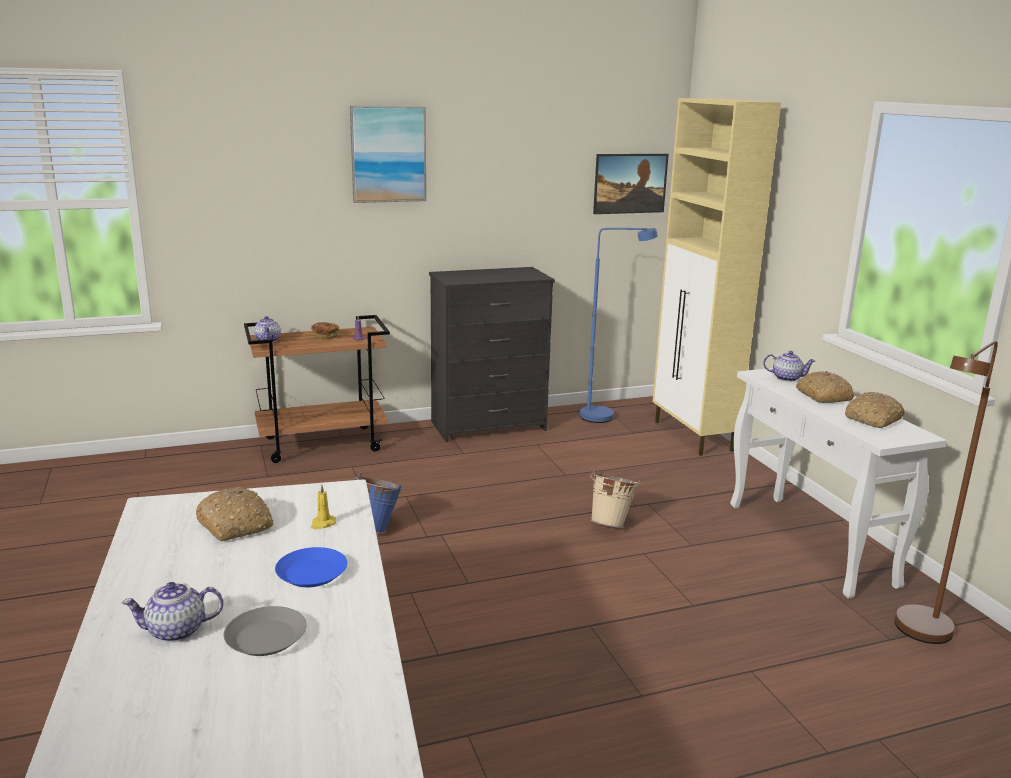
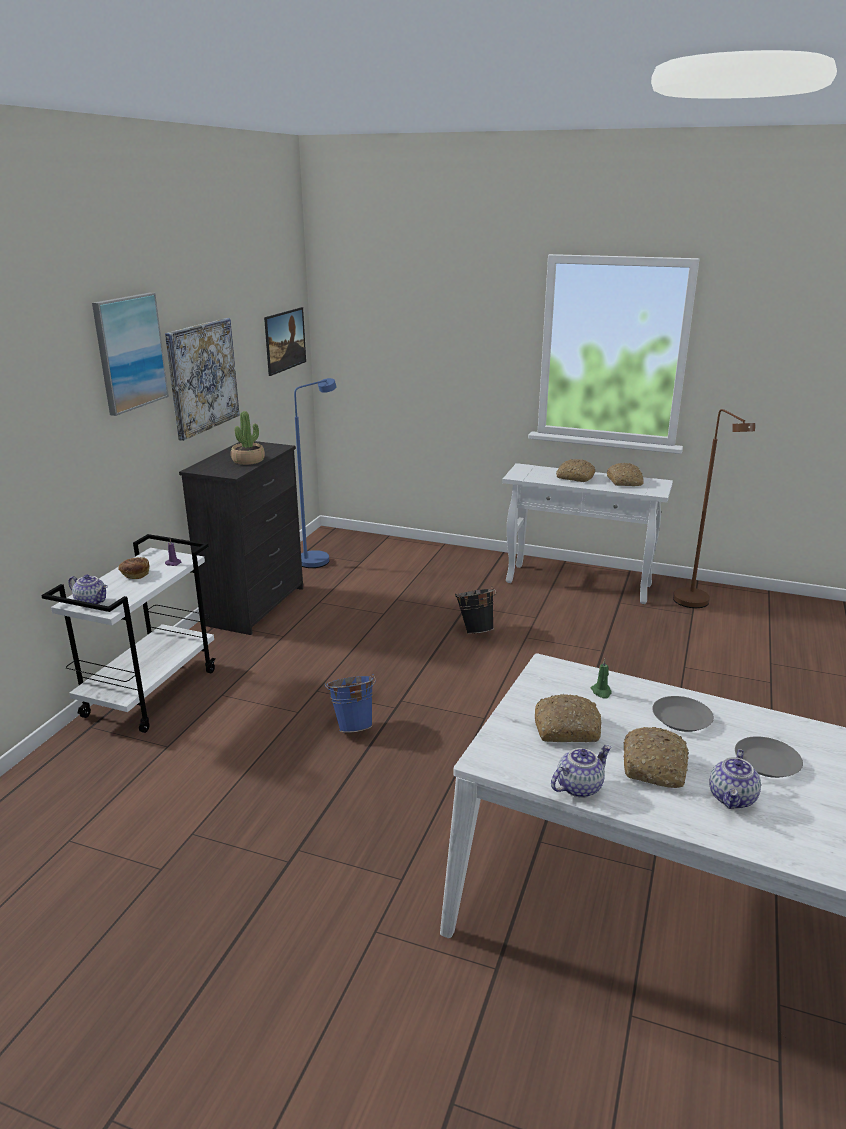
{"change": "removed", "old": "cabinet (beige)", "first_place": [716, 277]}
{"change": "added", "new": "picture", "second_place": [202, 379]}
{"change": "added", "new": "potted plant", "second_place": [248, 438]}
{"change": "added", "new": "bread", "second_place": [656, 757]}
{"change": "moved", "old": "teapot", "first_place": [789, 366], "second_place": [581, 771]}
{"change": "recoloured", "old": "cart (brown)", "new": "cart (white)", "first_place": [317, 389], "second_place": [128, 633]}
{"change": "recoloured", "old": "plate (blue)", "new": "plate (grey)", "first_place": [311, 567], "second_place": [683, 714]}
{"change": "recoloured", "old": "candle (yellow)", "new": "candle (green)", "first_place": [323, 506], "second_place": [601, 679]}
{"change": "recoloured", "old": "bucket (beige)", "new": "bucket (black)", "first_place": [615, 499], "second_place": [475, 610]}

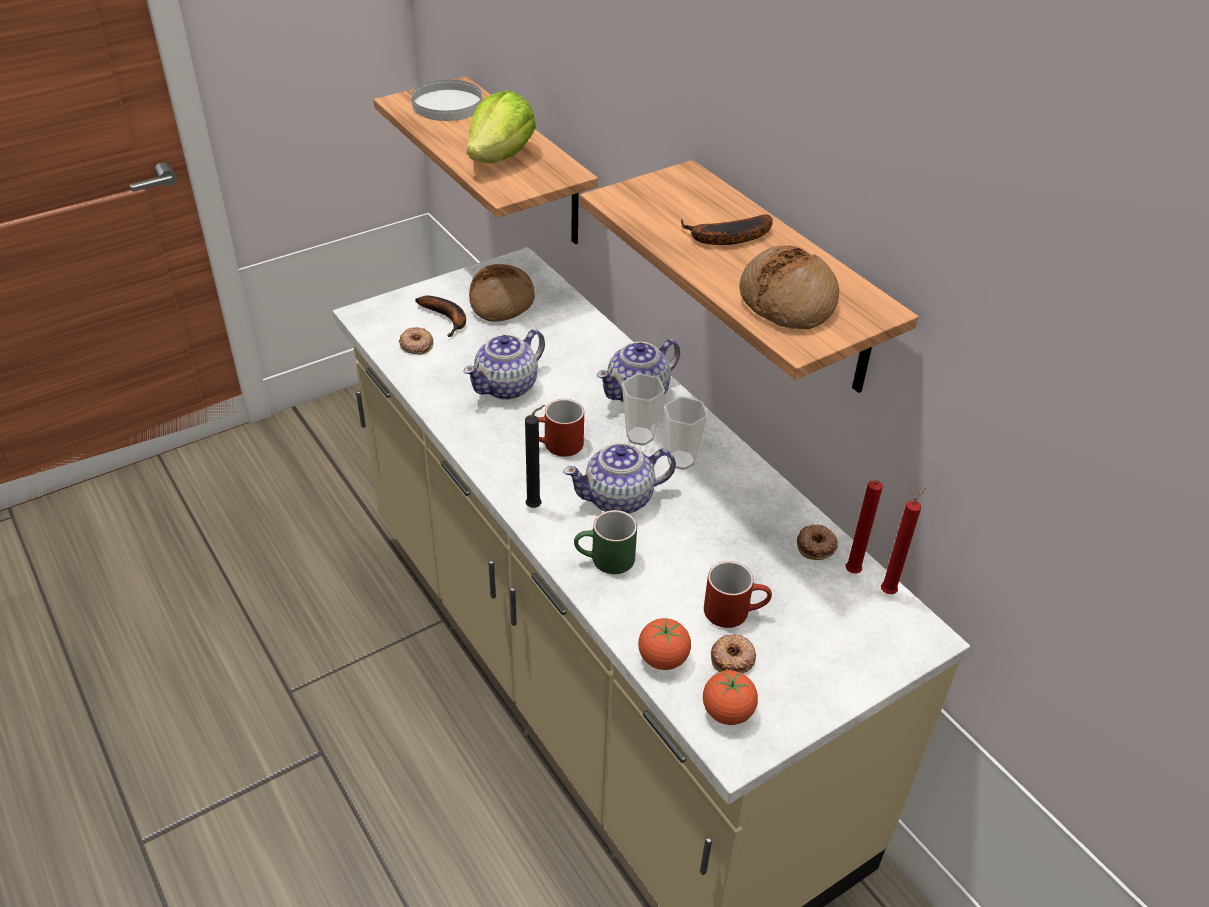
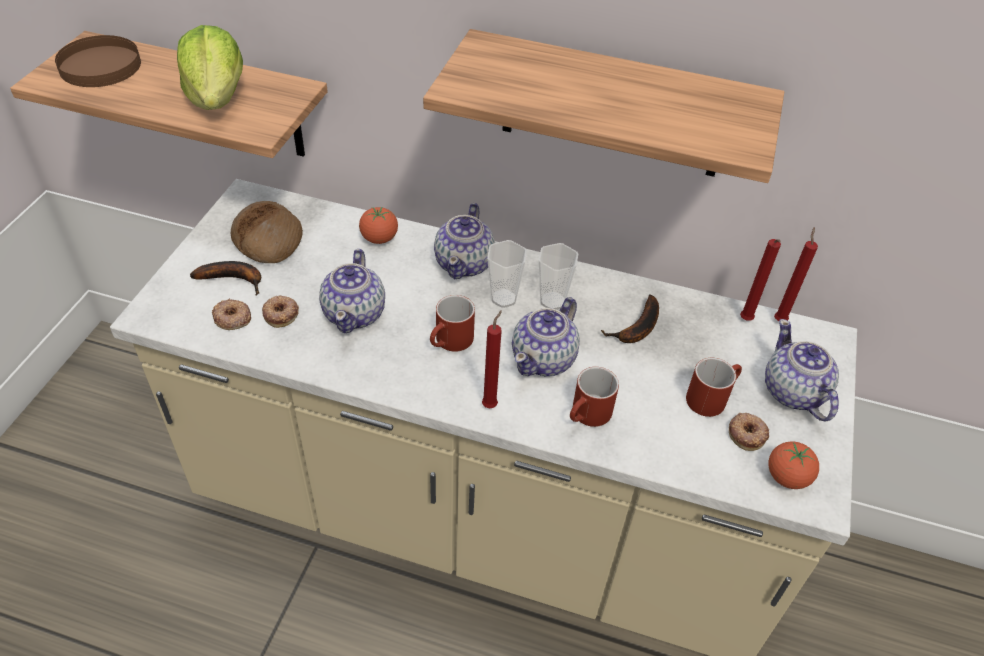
{"change": "removed", "old": "bread", "first_place": [789, 287]}
{"change": "added", "new": "teapot", "second_place": [802, 370]}
{"change": "moved", "old": "tomato", "first_place": [664, 644], "second_place": [378, 225]}
{"change": "moved", "old": "banana", "first_place": [727, 229], "second_place": [630, 319]}
{"change": "moved", "old": "donut", "first_place": [817, 542], "second_place": [280, 311]}
{"change": "recoloured", "old": "plate (white)", "new": "plate (brown)", "first_place": [446, 100], "second_place": [98, 61]}
{"change": "recoloured", "old": "candle (black)", "new": "candle (red)", "first_place": [535, 456], "second_place": [492, 359]}
{"change": "recoloured", "old": "mug (green)", "new": "mug (red)", "first_place": [605, 542], "second_place": [594, 397]}

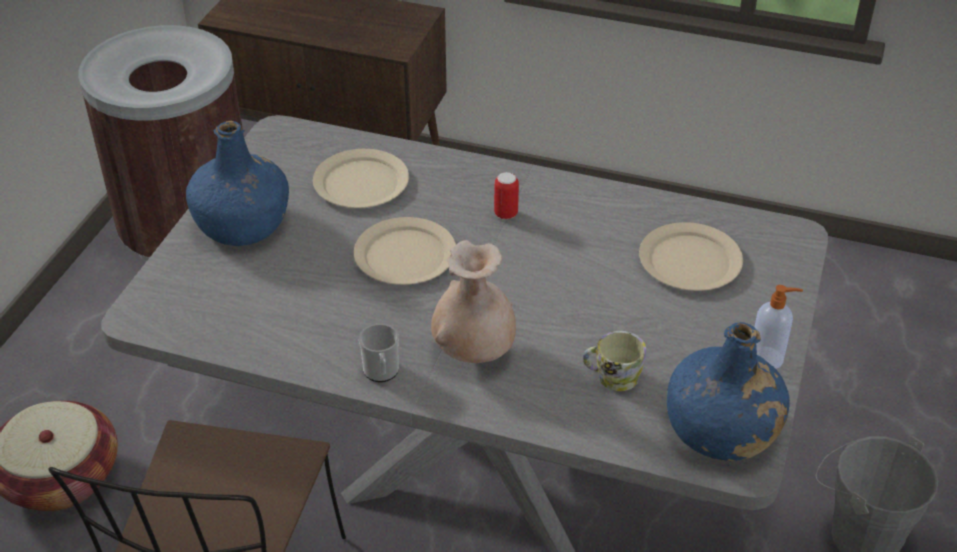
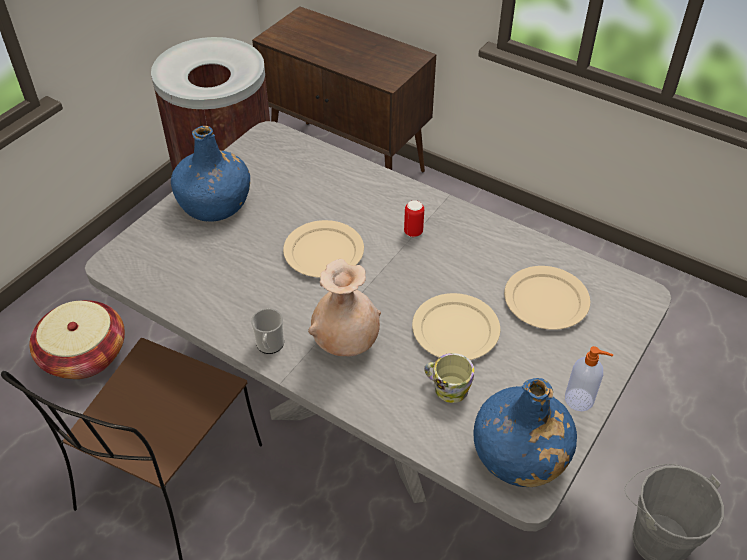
{"change": "moved", "old": "plate (beige)", "first_place": [361, 178], "second_place": [456, 326]}

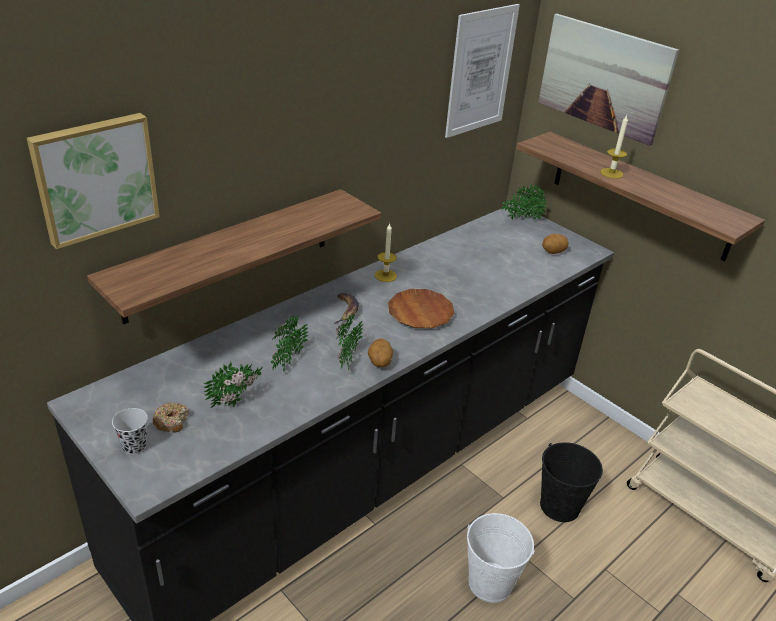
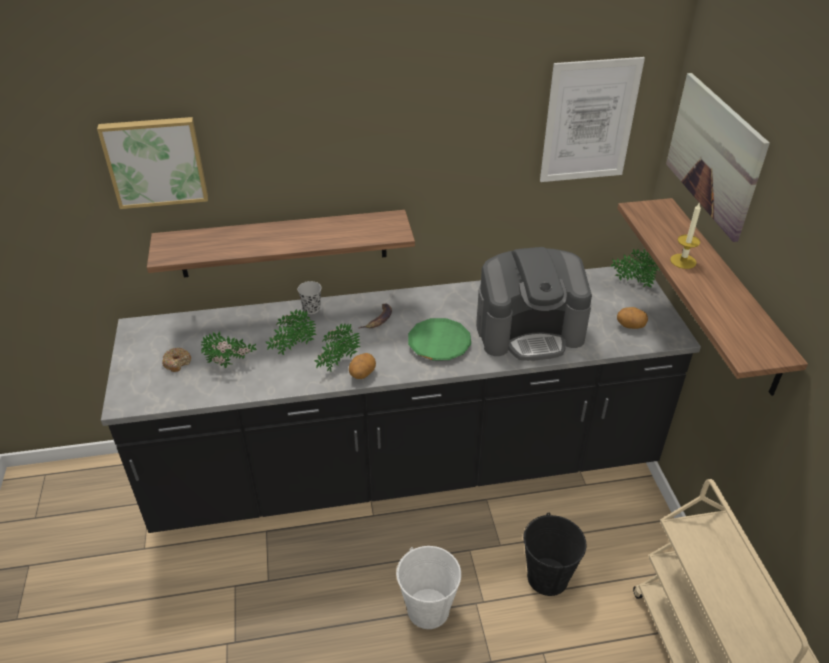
{"change": "removed", "old": "candle", "first_place": [386, 252]}
{"change": "added", "new": "coffee machine", "second_place": [534, 304]}
{"change": "moved", "old": "cup (black)", "first_place": [130, 431], "second_place": [309, 297]}
{"change": "recoloured", "old": "plate (brown)", "new": "plate (green)", "first_place": [421, 308], "second_place": [439, 339]}

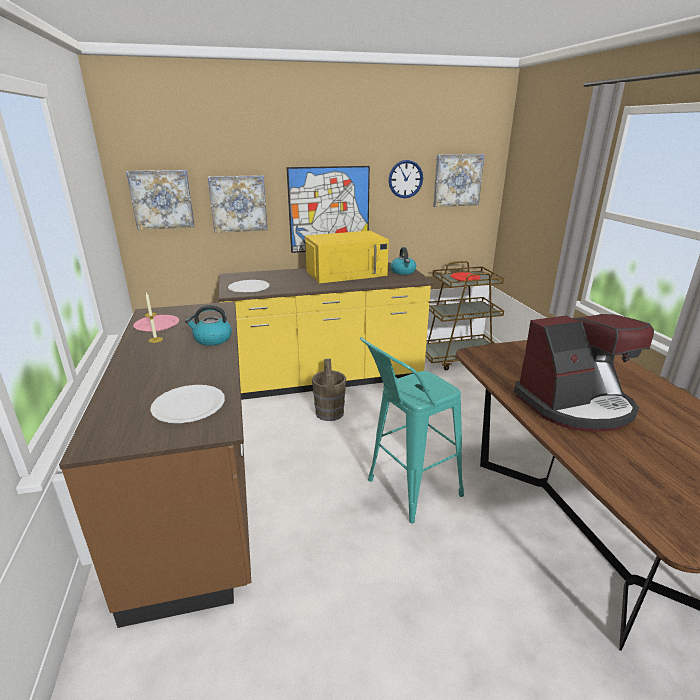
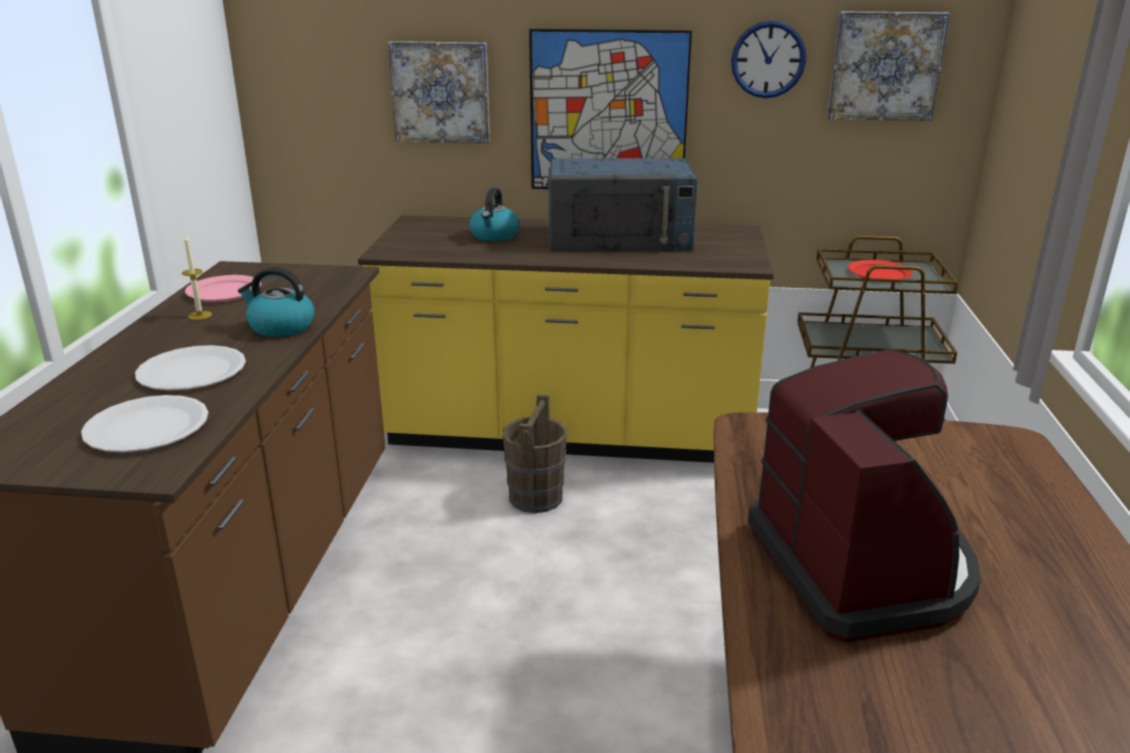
{"change": "removed", "old": "picture", "first_place": [160, 200]}
{"change": "removed", "old": "stool (turquoise)", "first_place": [412, 430]}
{"change": "moved", "old": "plate (white)", "first_place": [248, 286], "second_place": [190, 368]}
{"change": "moved", "old": "kettle", "first_place": [403, 261], "second_place": [494, 214]}
{"change": "recoloured", "old": "microwave (yellow)", "new": "microwave (blue)", "first_place": [347, 257], "second_place": [623, 204]}
{"change": "turned", "old": "coffee machine", "first_place": [584, 373], "second_place": [864, 496], "degrees": -105}

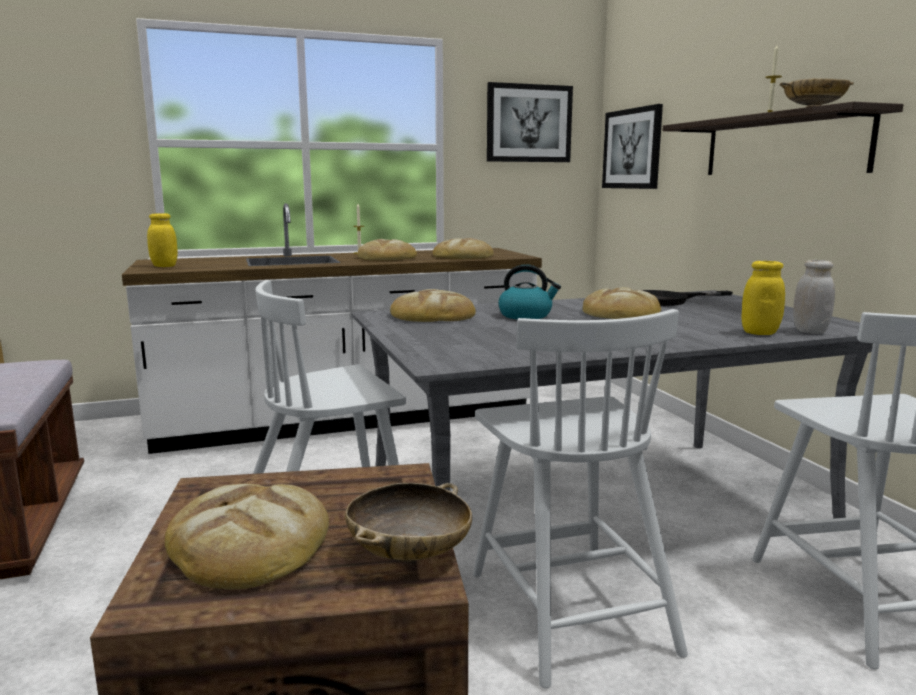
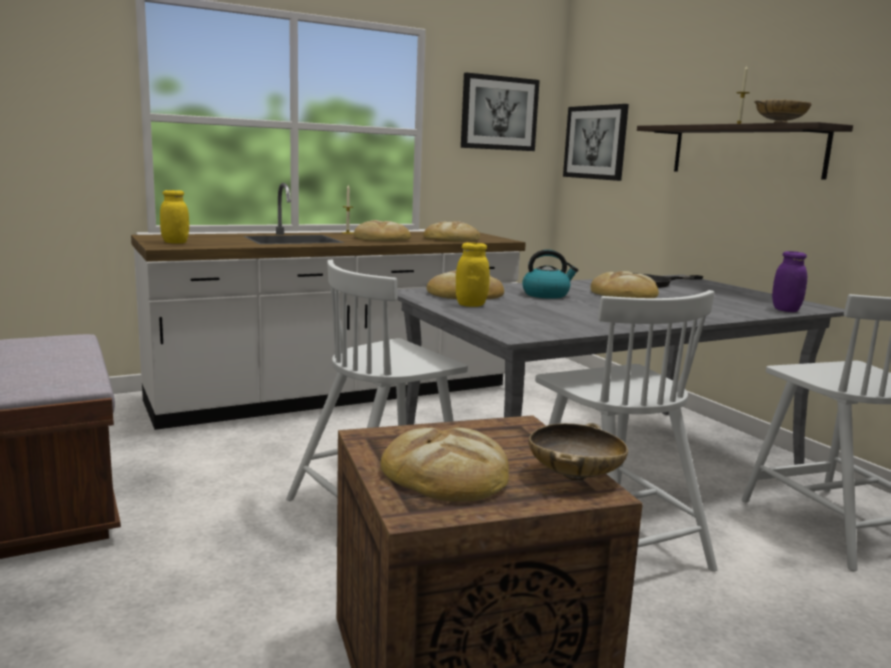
{"change": "moved", "old": "jar (yellow)", "first_place": [763, 298], "second_place": [473, 274]}
{"change": "recoloured", "old": "jar (white)", "new": "jar (purple)", "first_place": [814, 297], "second_place": [789, 281]}

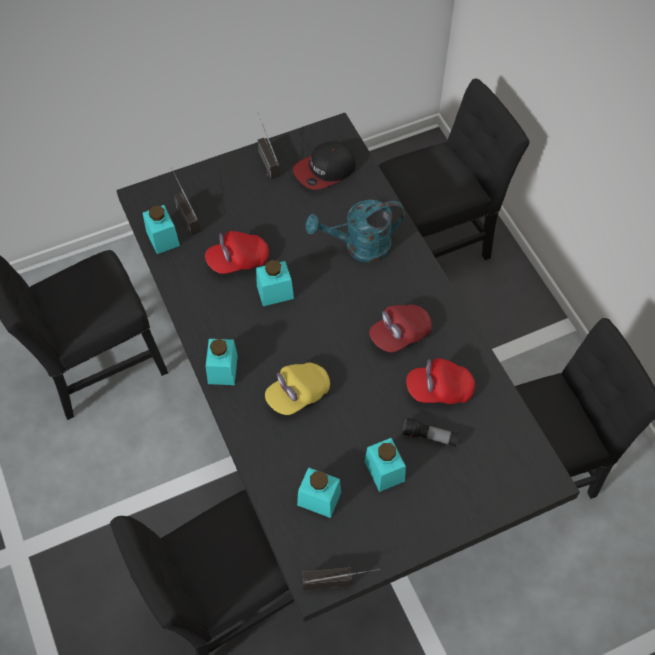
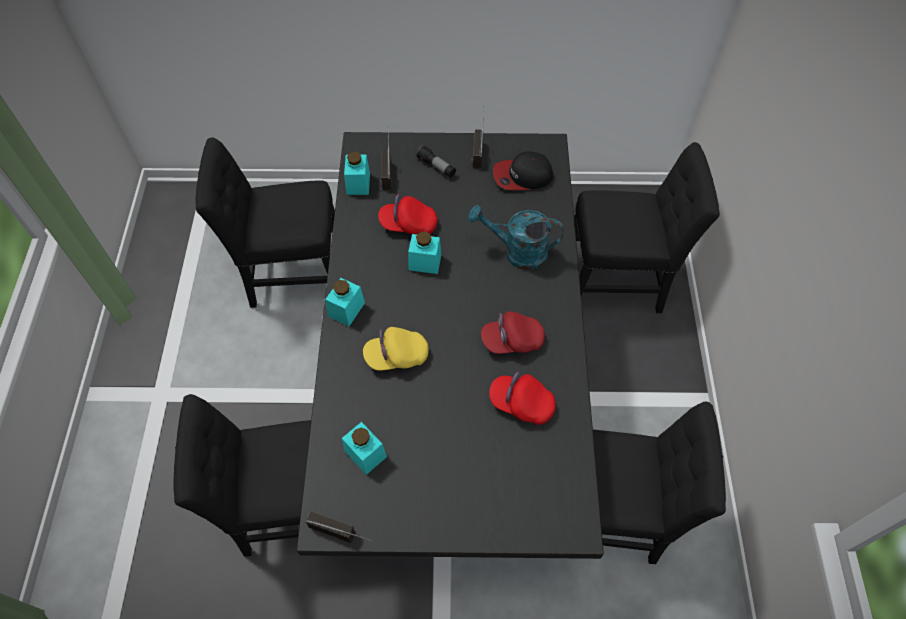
{"change": "removed", "old": "jar (turquoise)", "first_place": [385, 465]}
{"change": "moved", "old": "flashlight", "first_place": [430, 432], "second_place": [436, 161]}

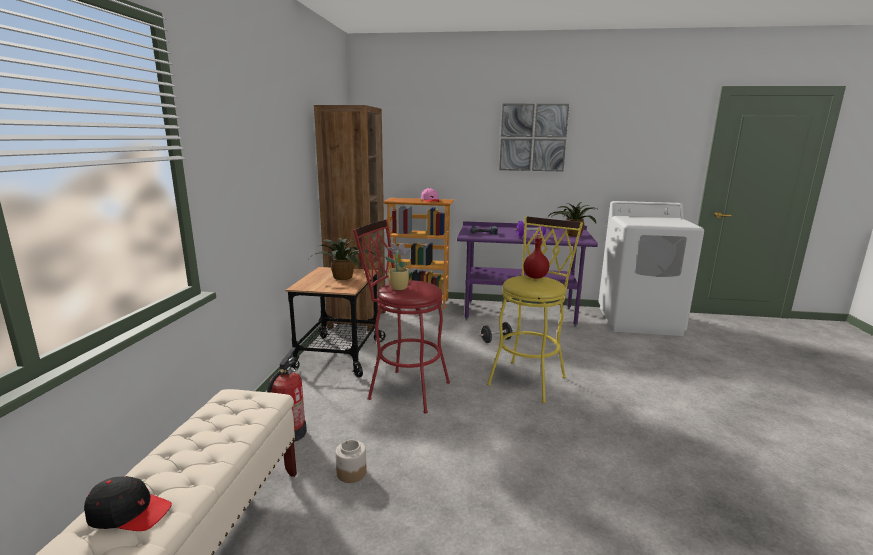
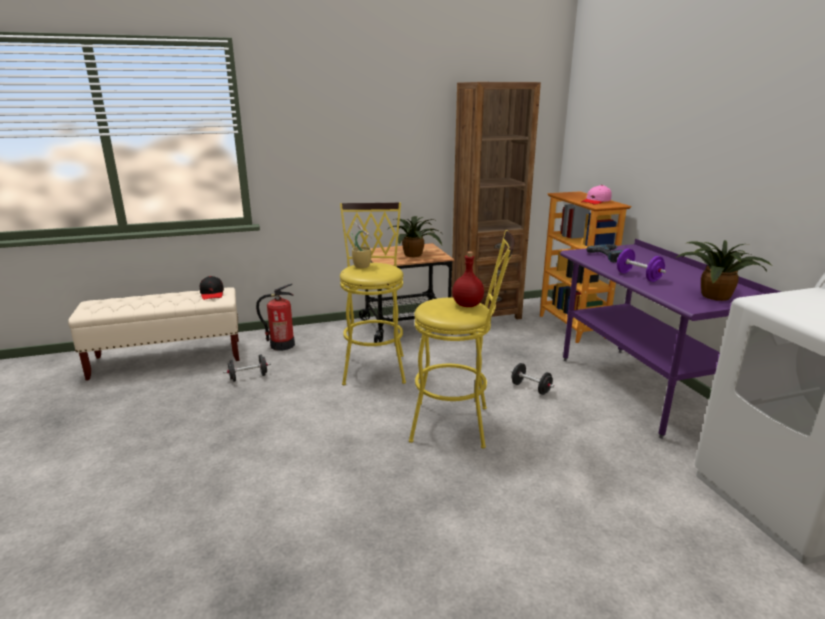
{"change": "removed", "old": "picture", "first_place": [534, 138]}
{"change": "moved", "old": "cap (black)", "first_place": [128, 503], "second_place": [212, 288]}
{"change": "replaced", "old": "jar", "new": "dumbbell (black)", "first_place": [351, 461], "second_place": [247, 368]}
{"change": "recoloured", "old": "stool (red)", "new": "stool (yellow)", "first_place": [401, 316], "second_place": [373, 294]}

